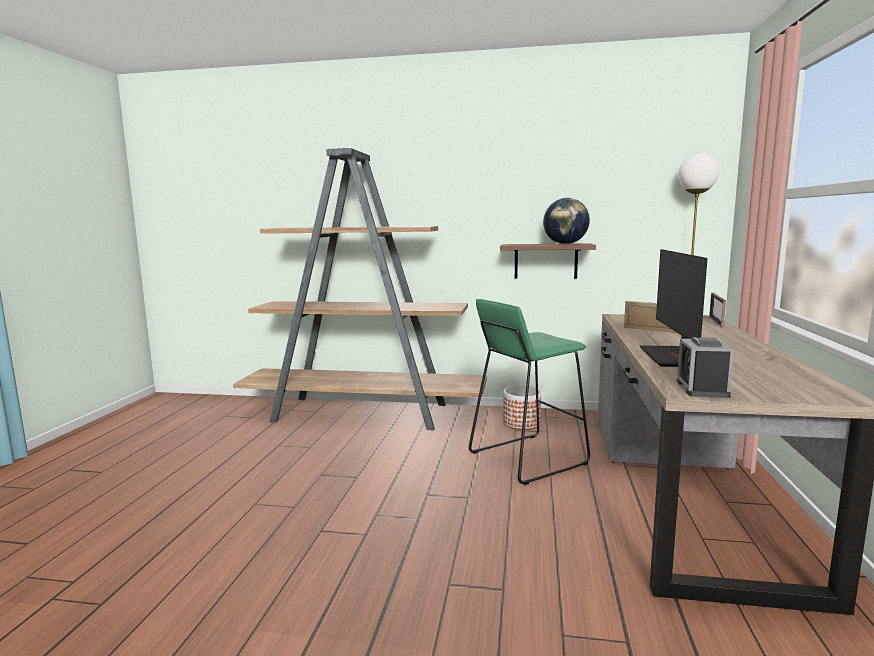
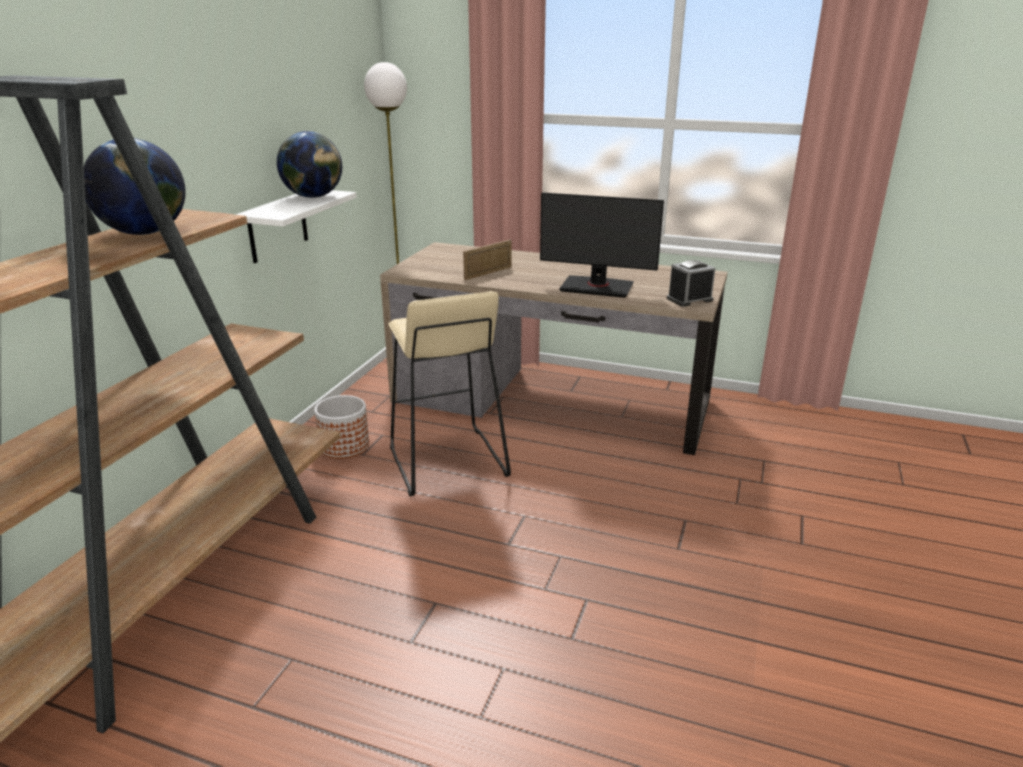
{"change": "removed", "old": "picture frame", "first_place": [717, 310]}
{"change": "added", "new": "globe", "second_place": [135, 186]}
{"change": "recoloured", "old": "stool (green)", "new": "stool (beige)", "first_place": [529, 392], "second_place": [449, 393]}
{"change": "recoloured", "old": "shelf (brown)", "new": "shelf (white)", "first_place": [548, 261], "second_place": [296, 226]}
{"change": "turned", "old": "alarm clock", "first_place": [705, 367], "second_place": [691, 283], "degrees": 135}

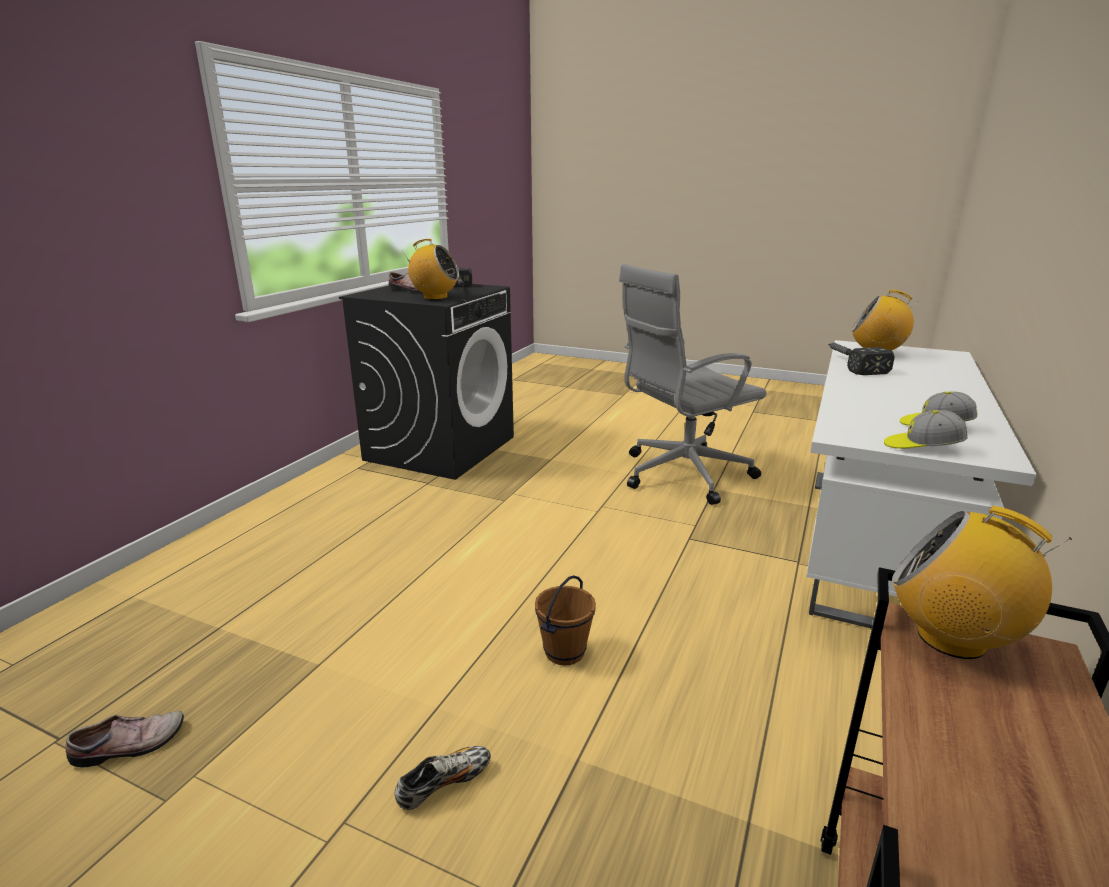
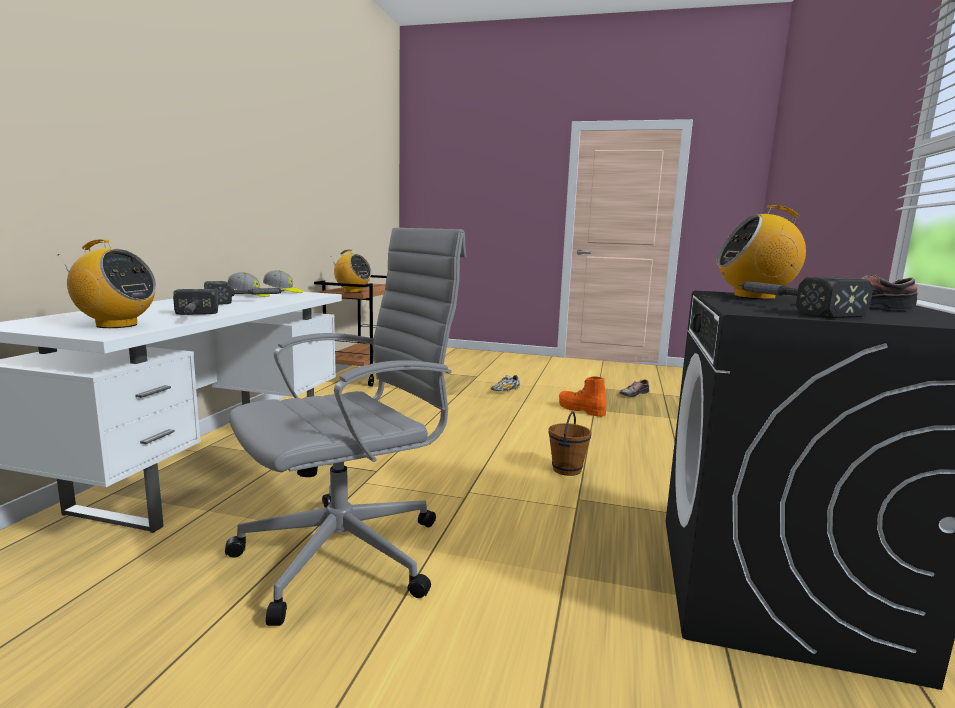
{"change": "added", "new": "hammer", "second_place": [244, 293]}
{"change": "added", "new": "boot (orange)", "second_place": [583, 396]}
{"change": "moved", "old": "bucket (brown)", "first_place": [565, 620], "second_place": [570, 443]}

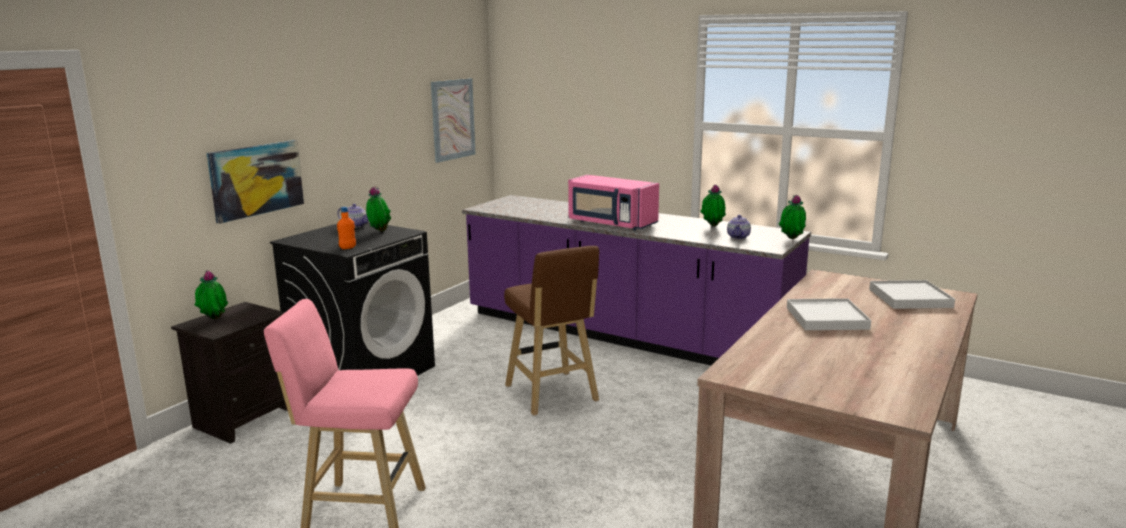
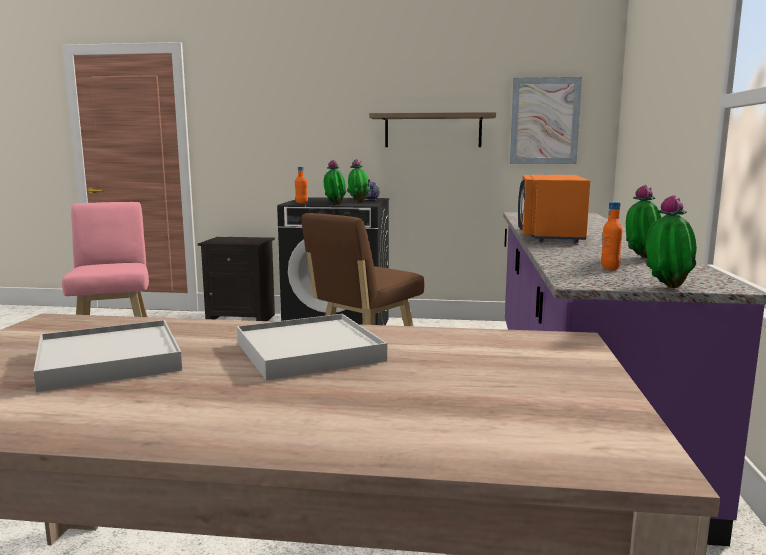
{"change": "removed", "old": "picture", "first_place": [255, 182]}
{"change": "added", "new": "shelf", "second_place": [432, 129]}
{"change": "moved", "old": "potted plant", "first_place": [211, 294], "second_place": [335, 182]}
{"change": "moved", "old": "tray (white)", "first_place": [912, 294], "second_place": [107, 356]}
{"change": "replaced", "old": "teapot", "new": "bottle (orange)", "first_place": [739, 227], "second_place": [612, 236]}
{"change": "recoloured", "old": "microwave (pink)", "new": "microwave (orange)", "first_place": [613, 202], "second_place": [554, 209]}

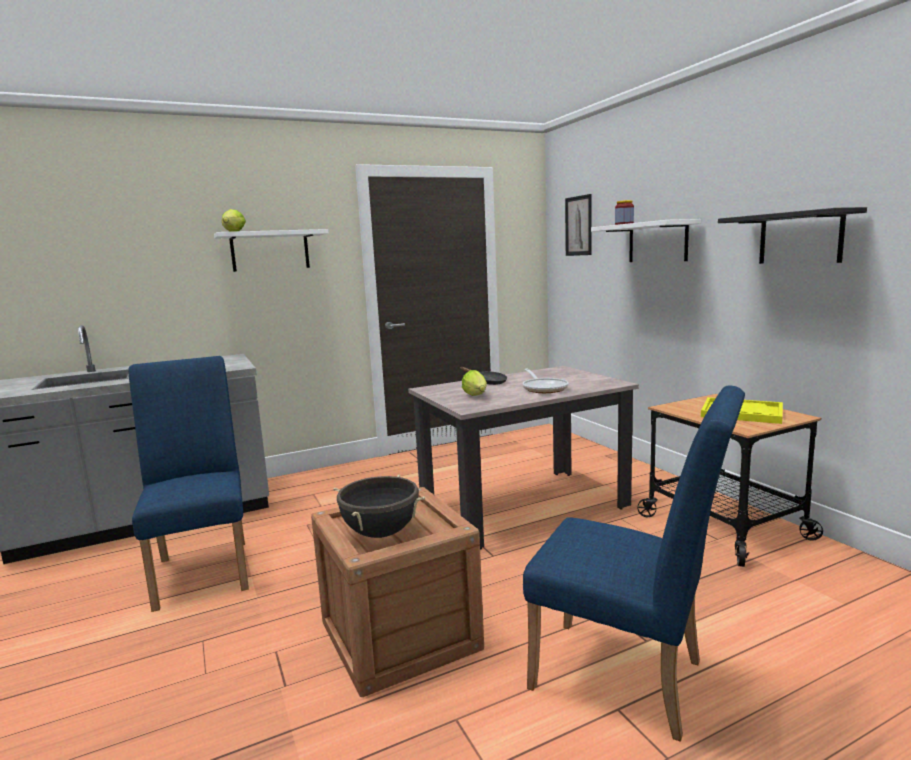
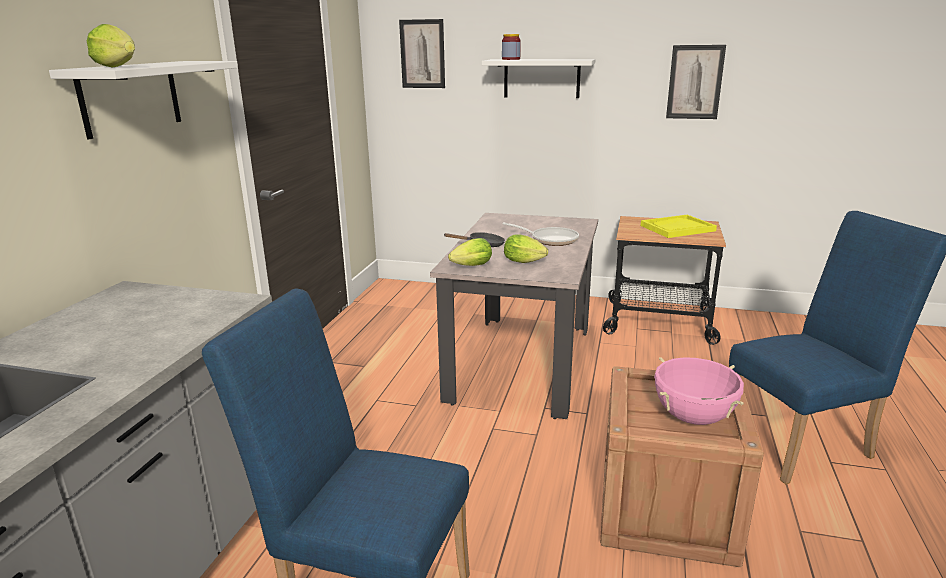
{"change": "added", "new": "lettuce", "second_place": [470, 252]}
{"change": "replaced", "old": "shelf (black)", "new": "picture", "first_place": [792, 235], "second_place": [696, 82]}
{"change": "recoloured", "old": "cooking pot (black)", "new": "cooking pot (pink)", "first_place": [379, 506], "second_place": [699, 391]}

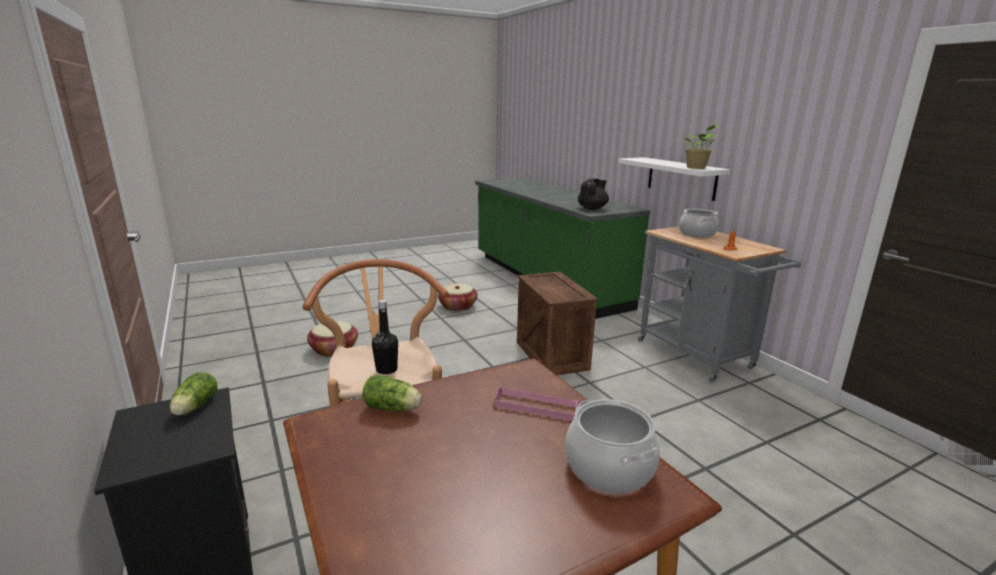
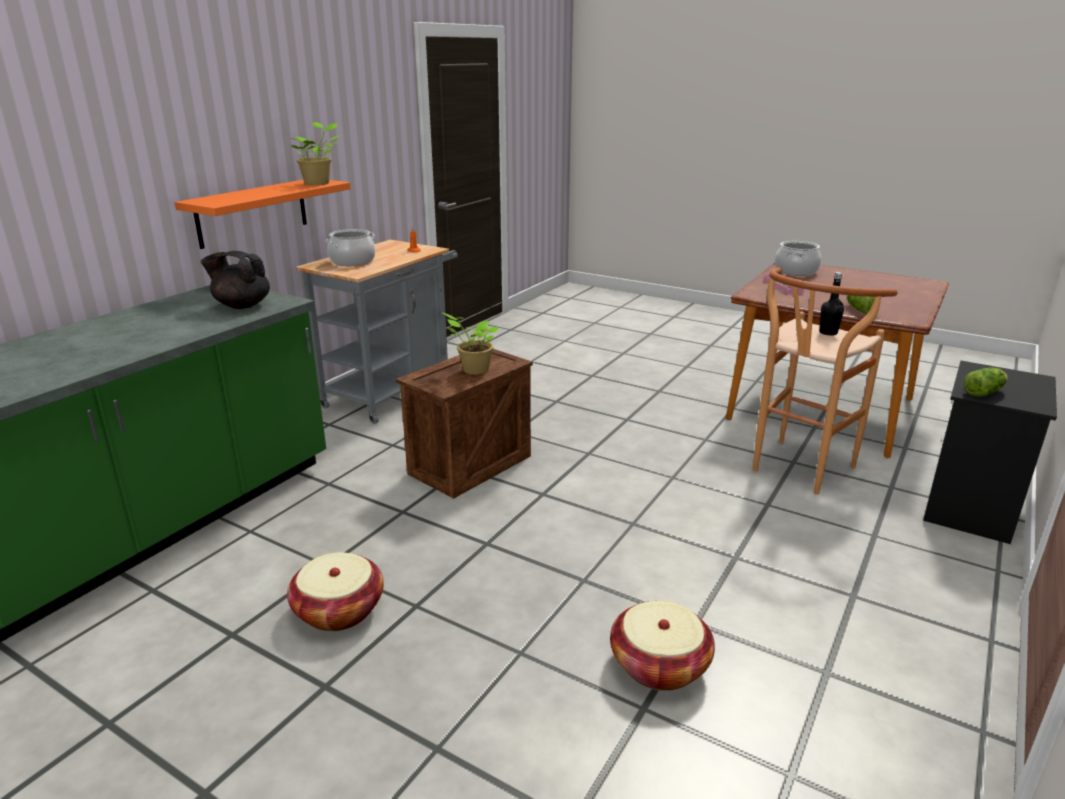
{"change": "added", "new": "potted plant", "second_place": [471, 344]}
{"change": "recoloured", "old": "shelf (white)", "new": "shelf (orange)", "first_place": [674, 179], "second_place": [262, 214]}

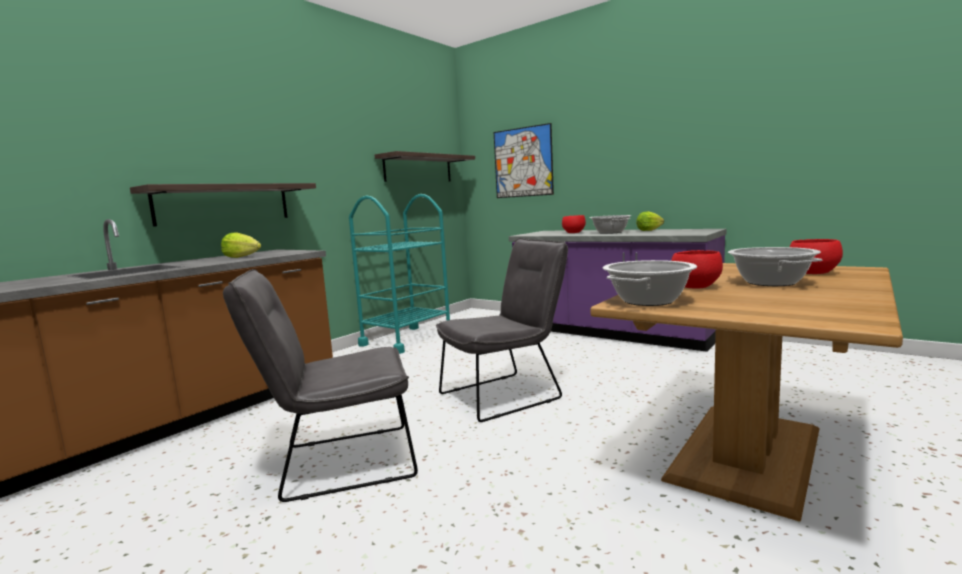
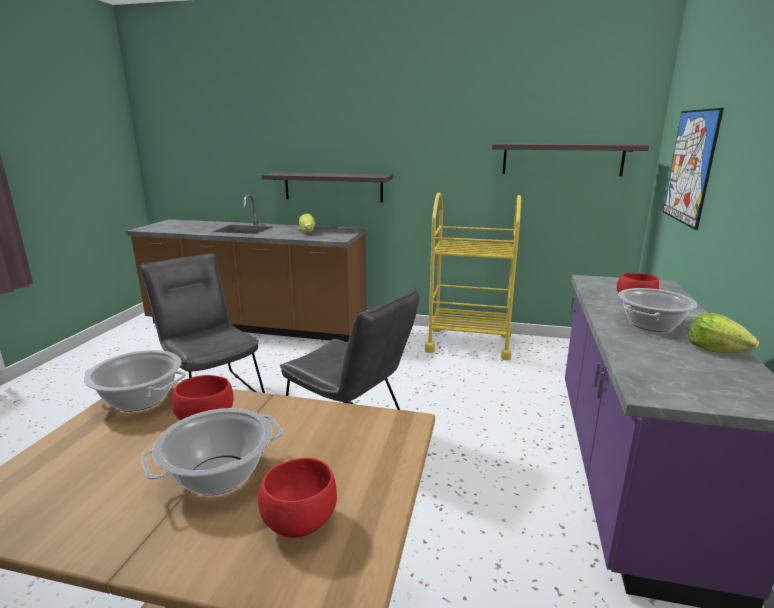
{"change": "recoloured", "old": "cart (turquoise)", "new": "cart (yellow)", "first_place": [399, 274], "second_place": [473, 276]}

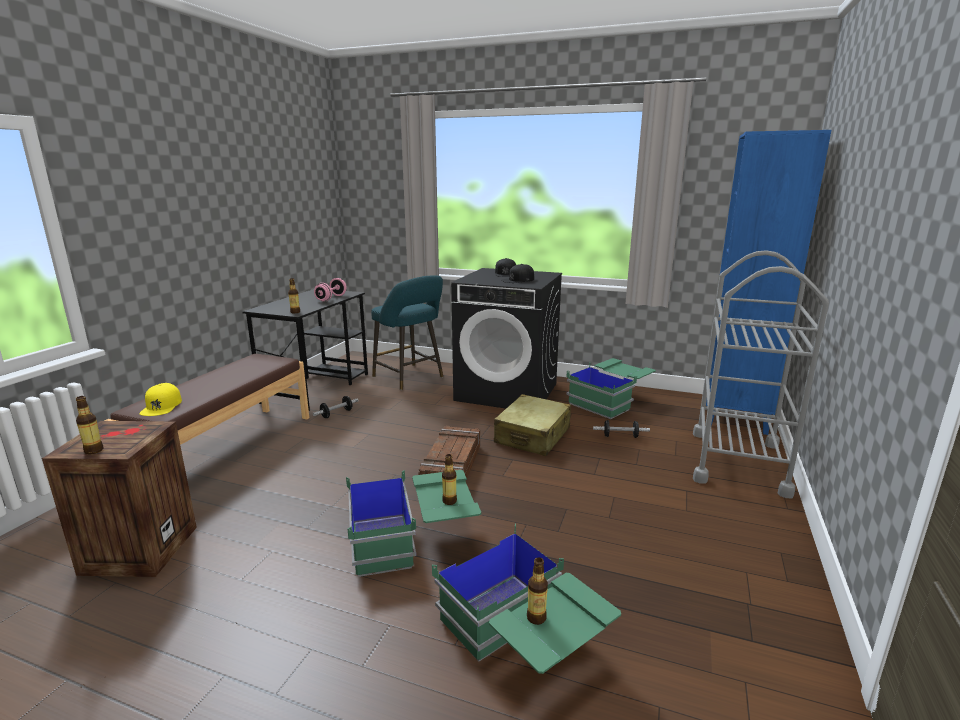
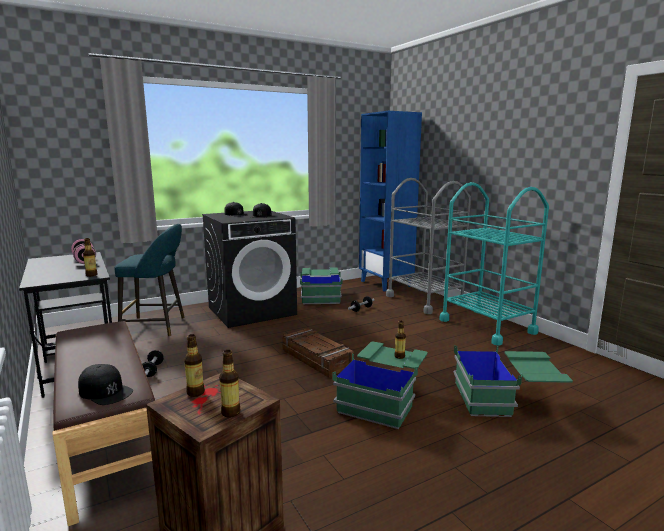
{"change": "removed", "old": "suitcase (beige)", "first_place": [532, 425]}
{"change": "added", "new": "cart (turquoise)", "second_place": [494, 264]}
{"change": "moved", "old": "bottle", "first_place": [537, 591], "second_place": [194, 365]}
{"change": "recoloured", "old": "cap (yellow)", "new": "cap (black)", "first_place": [160, 399], "second_place": [105, 384]}

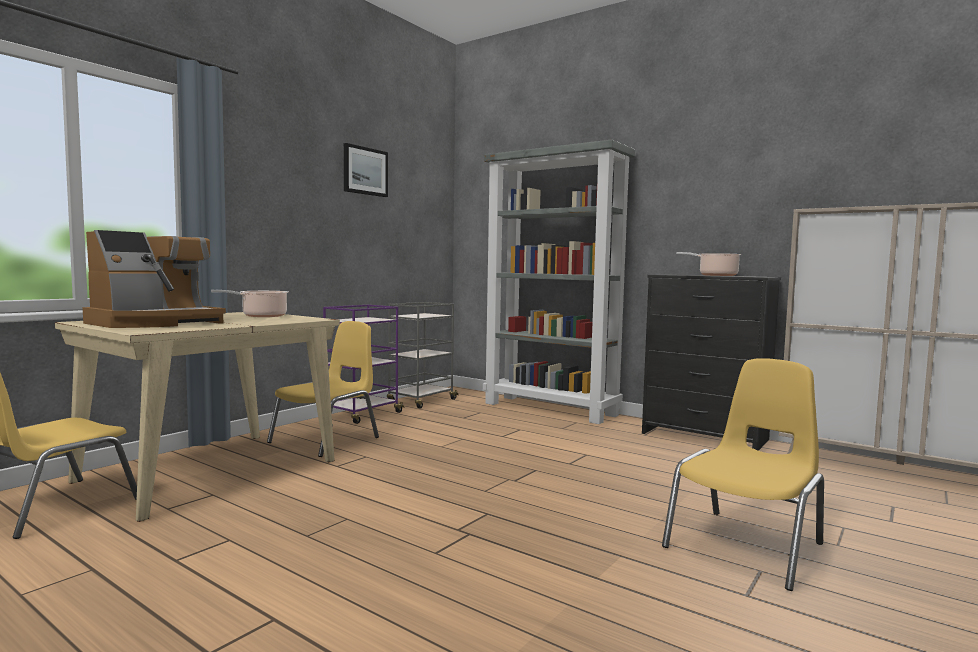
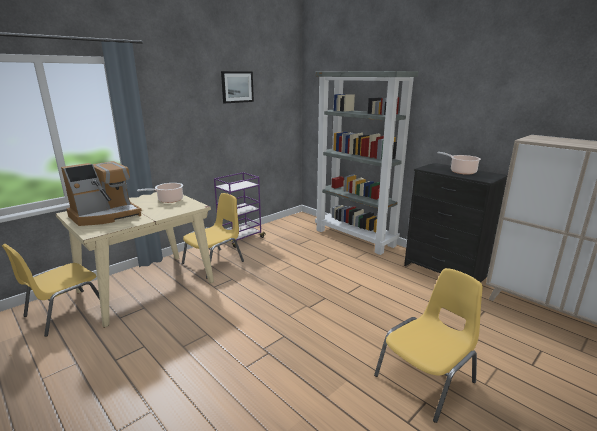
{"change": "removed", "old": "cart (grey)", "first_place": [423, 355]}

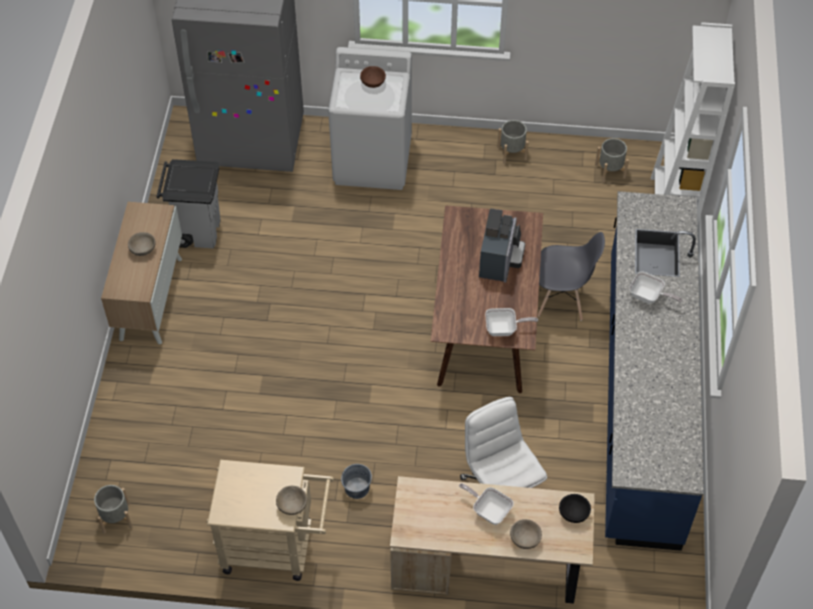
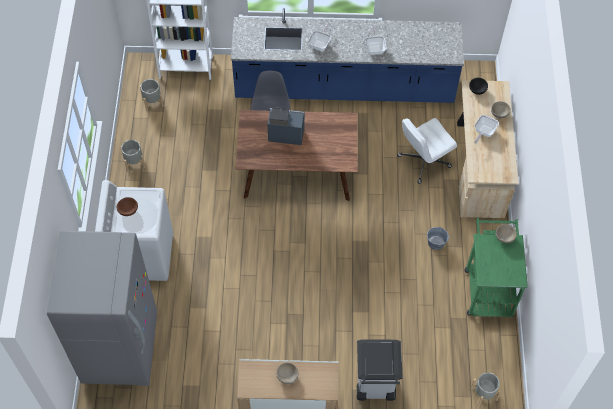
{"change": "moved", "old": "trash can (grey)", "first_place": [188, 203], "second_place": [380, 370]}
{"change": "moved", "old": "frying pan", "first_place": [511, 322], "second_place": [376, 40]}
{"change": "recoloured", "old": "cart (beige)", "new": "cart (green)", "first_place": [270, 520], "second_place": [496, 267]}

